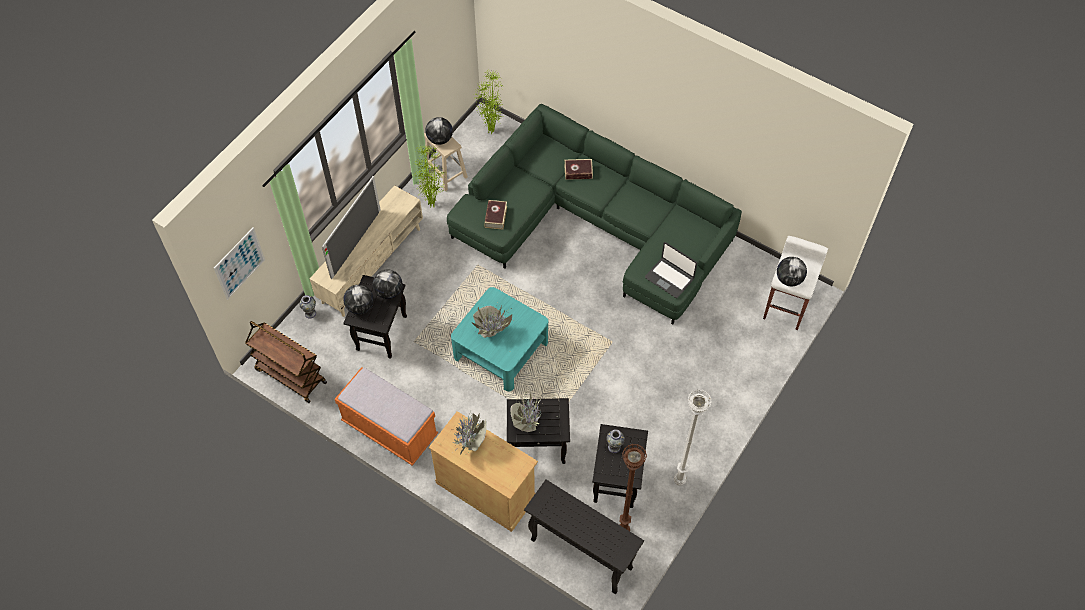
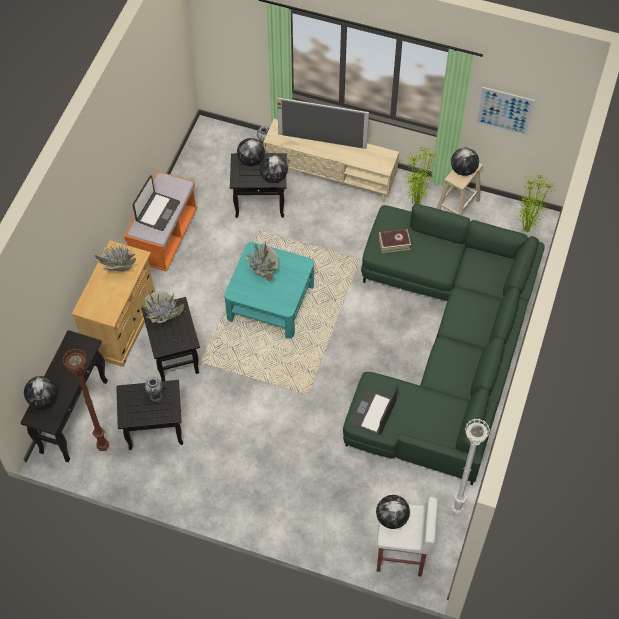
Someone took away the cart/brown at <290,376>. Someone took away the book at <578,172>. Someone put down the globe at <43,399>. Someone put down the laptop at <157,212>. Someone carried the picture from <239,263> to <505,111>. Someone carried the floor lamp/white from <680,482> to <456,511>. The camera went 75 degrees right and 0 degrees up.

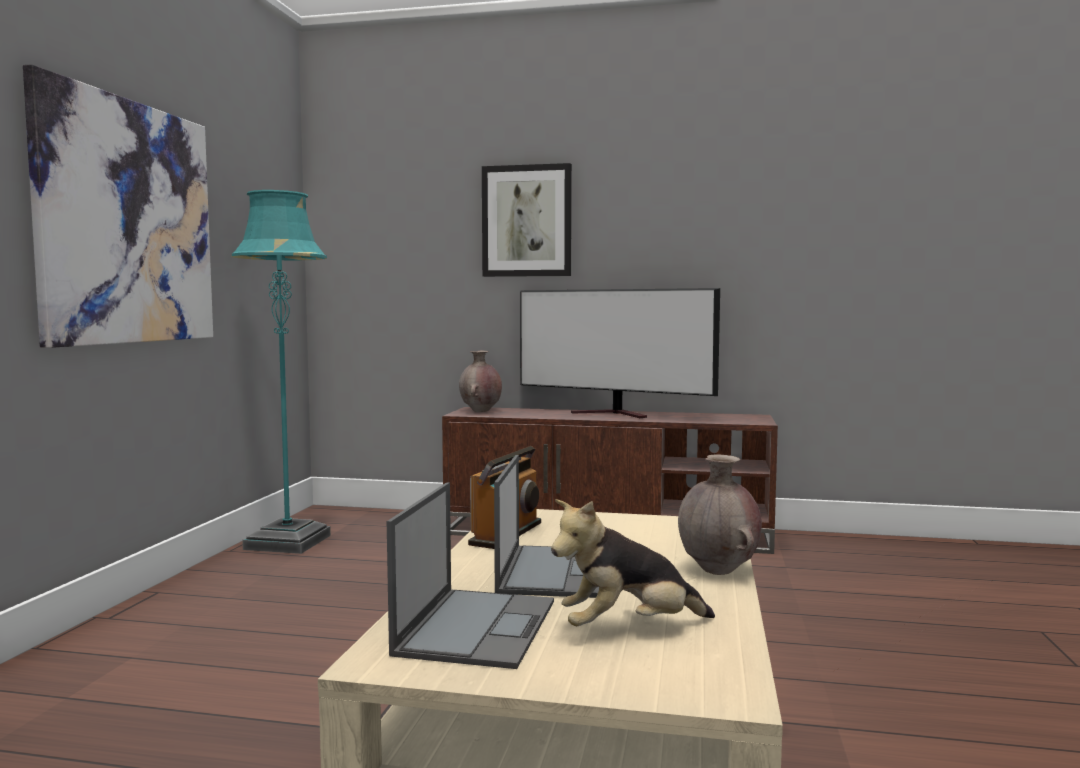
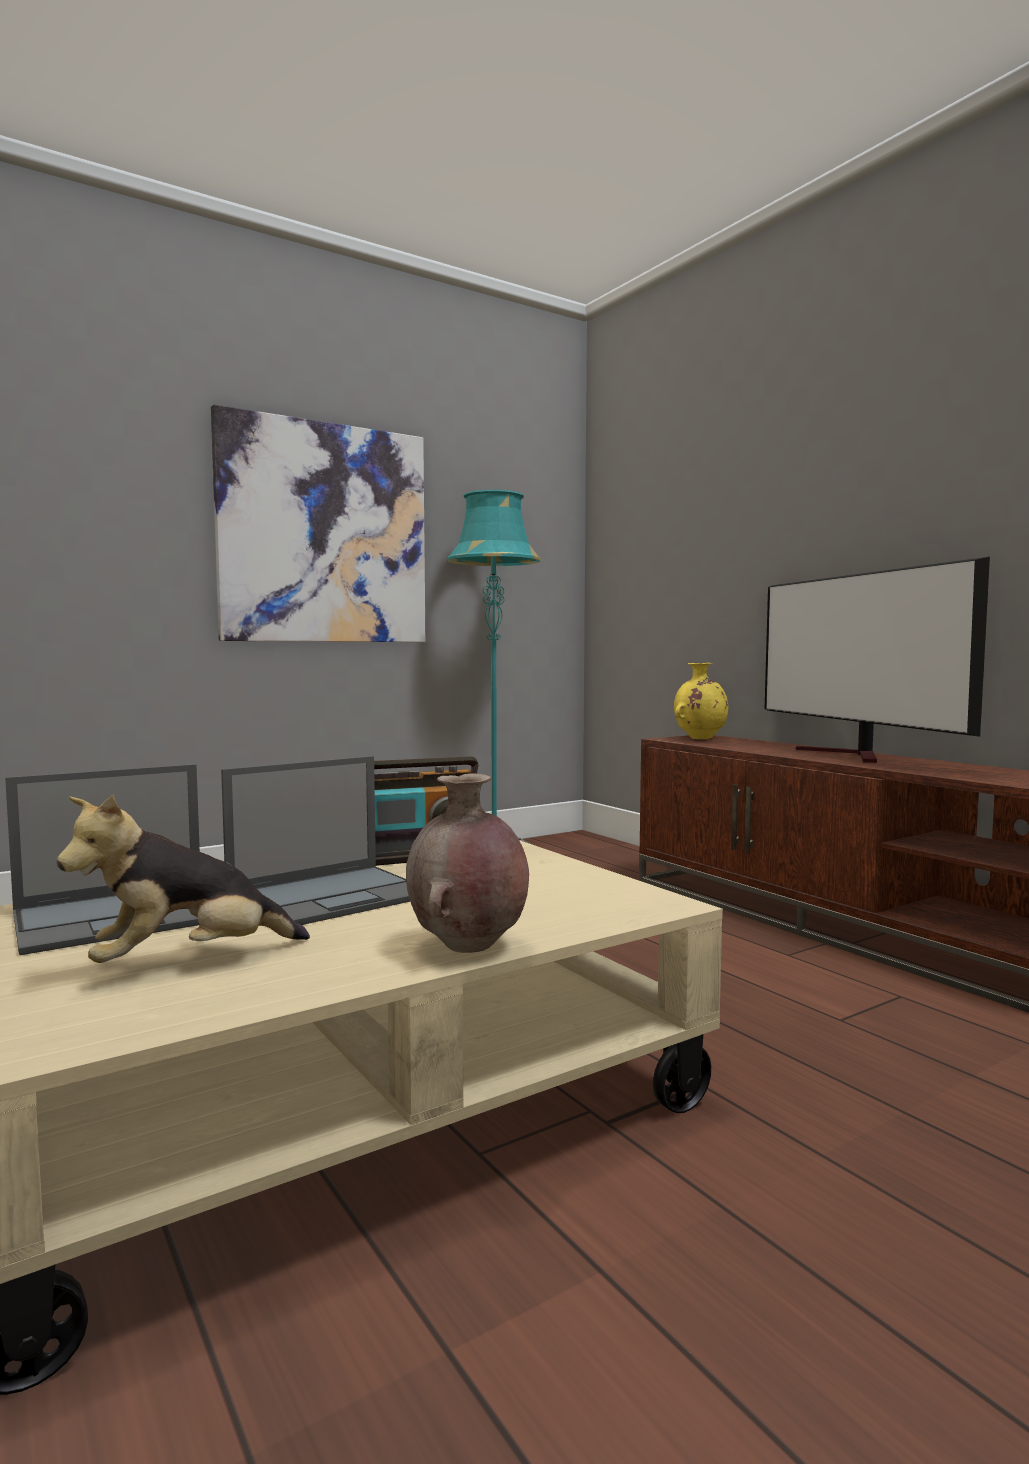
Someone took away the picture at <527,221>. Someone repainted the vase/brown at <480,411>, which became the vase/yellow at <700,738>. Someone rotated the plush toy at <628,629> by 60 degrees counterclockwise. The camera went 45 degrees right and 0 degrees up.

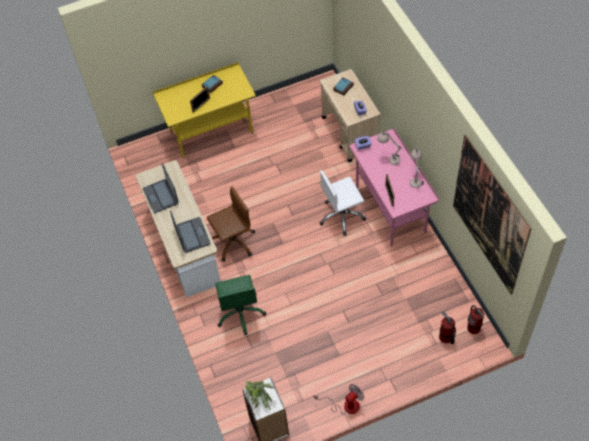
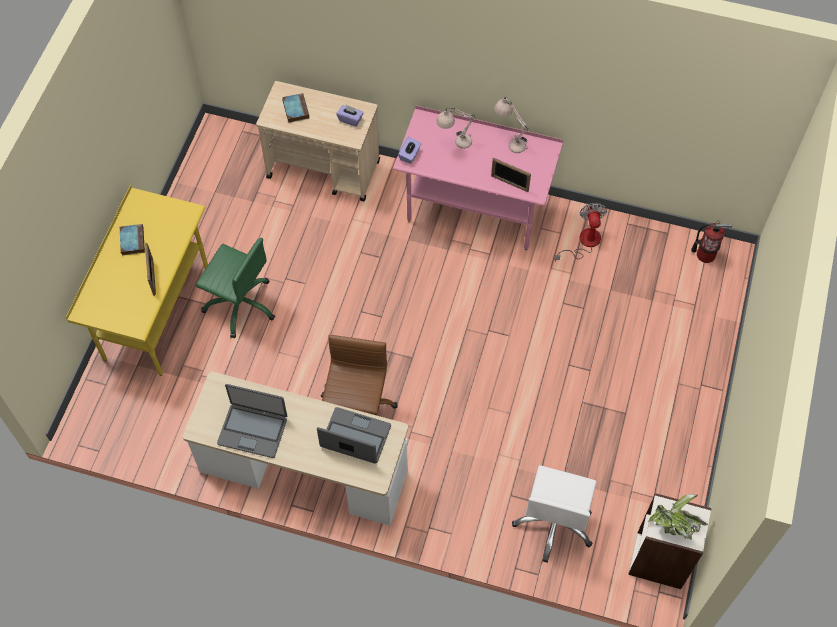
Someone took away the fire extinguisher at <445,337>. Someone took away the picture at <489,216>. Someone carried the office chair/green from <240,313> to <240,304>. Someone carried the fan from <345,405> to <584,242>. Someone carried the office chair/white from <342,216> to <554,523>. The camera went 55 degrees left and 5 degrees up.

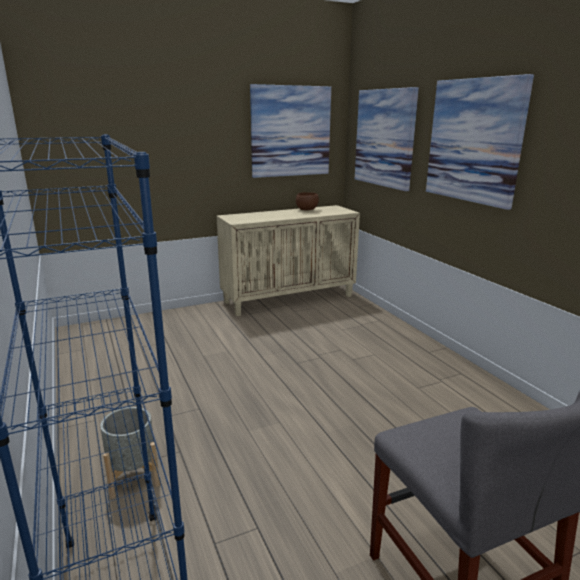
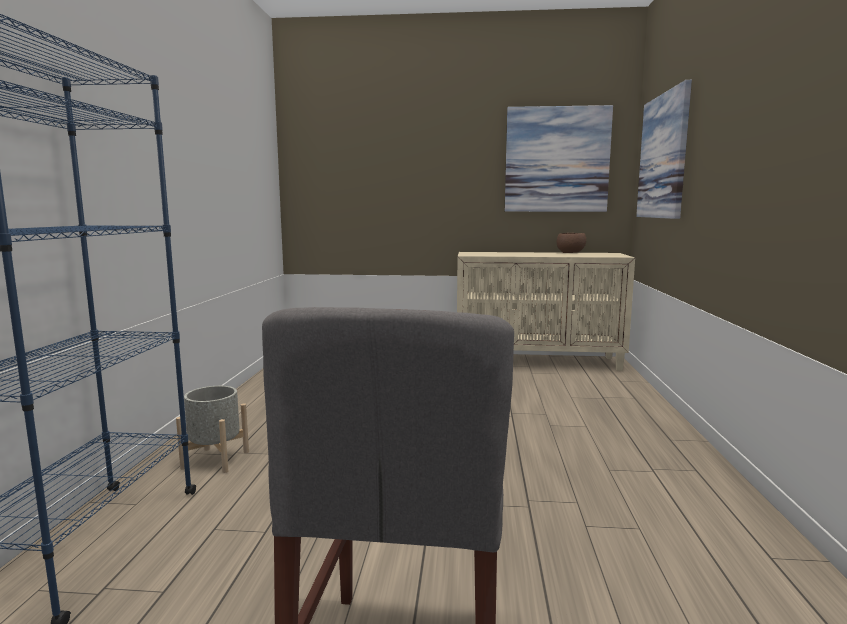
Someone took away the picture at <474,141>. The camera went 30 degrees right and 10 degrees down.

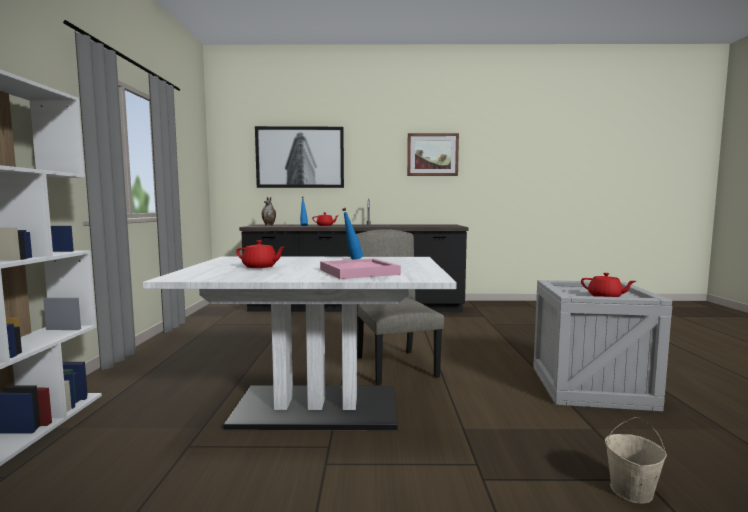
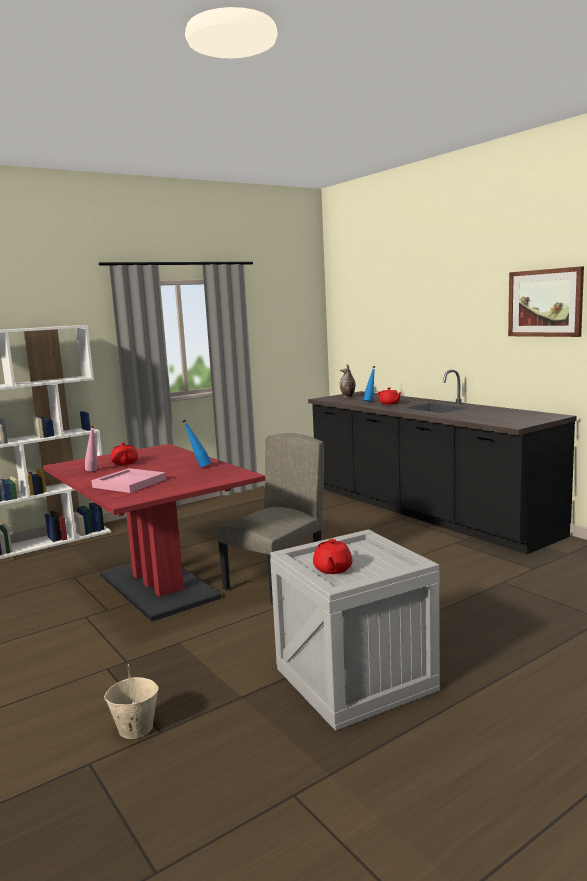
Someone took away the picture at <300,157>. Someone put down the bottle/pink at <93,471>. Someone repainted the dining table/white at <317,408>, which became the dining table/red at <158,586>. The camera went 55 degrees right and 5 degrees up.

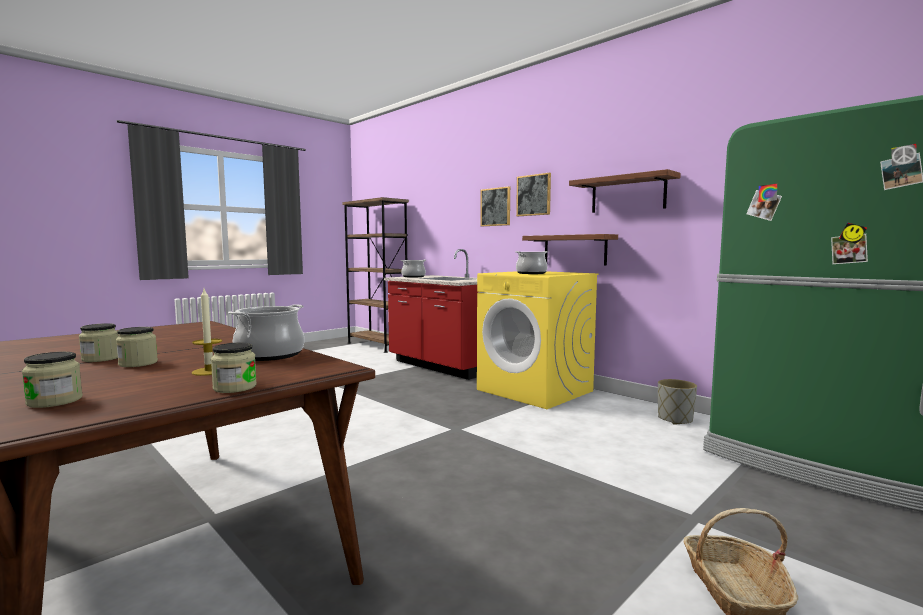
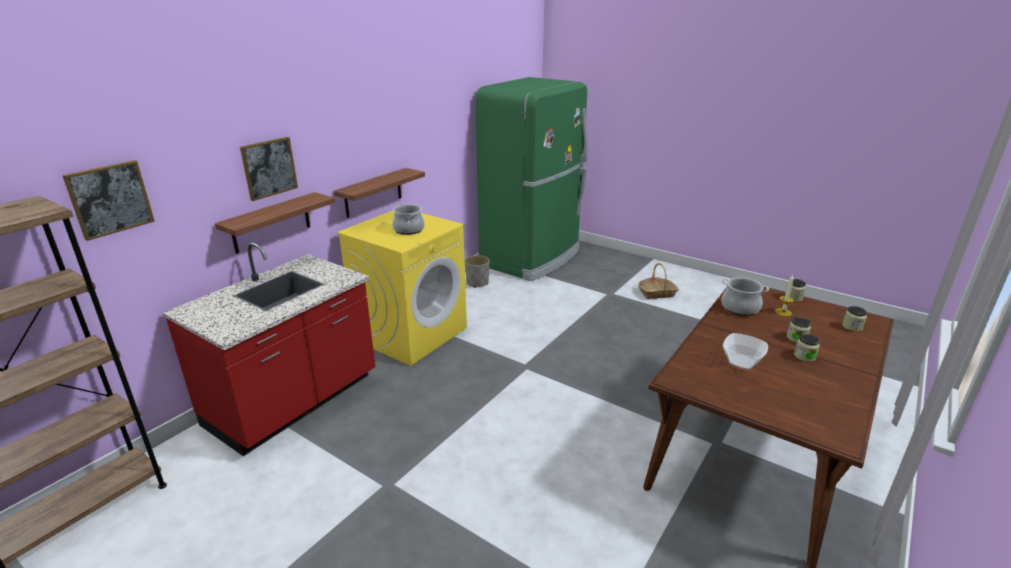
Someone took away the cooking pot at <413,276>. Someone put down the bowl at <742,363>. Someone carried the picture from <534,195> to <110,199>. Someone carried the shelf from <628,194> to <271,223>. The camera went 100 degrees left and 20 degrees up.

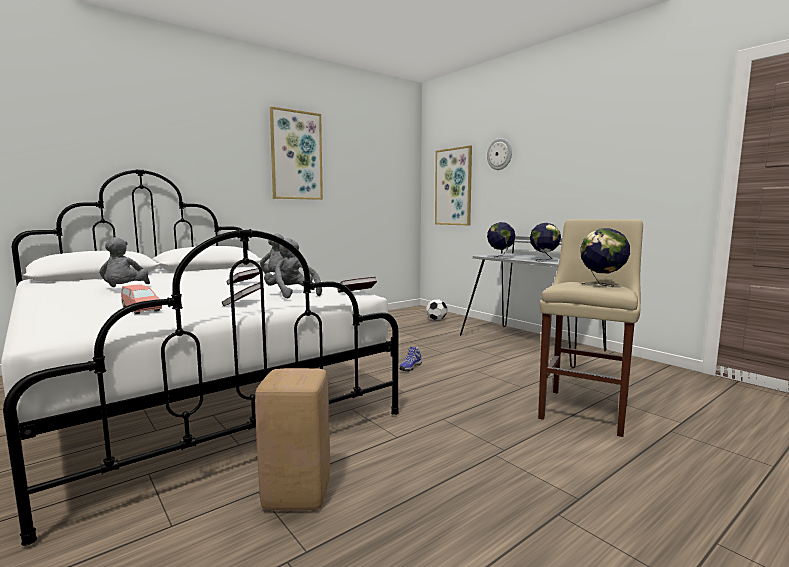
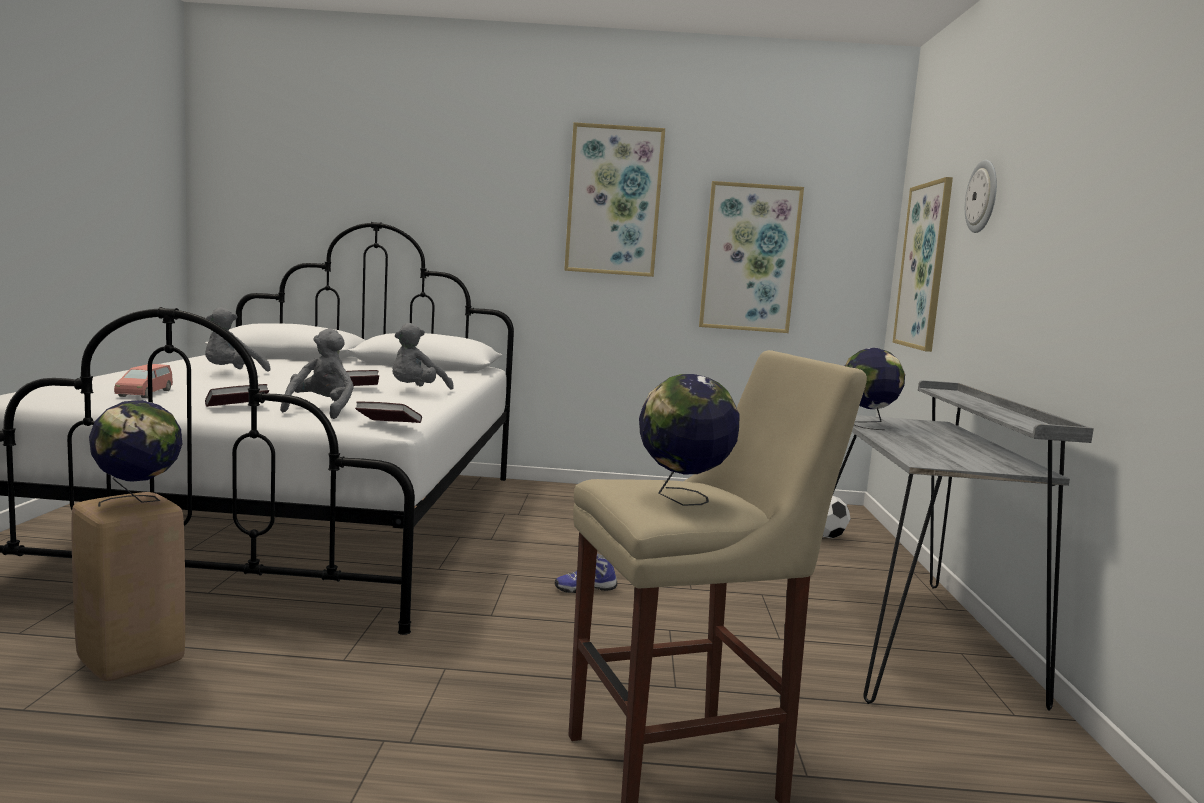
Someone put up the picture at <750,258>. Someone carried the globe from <544,260> to <138,501>. The camera went 40 degrees right and 0 degrees up.

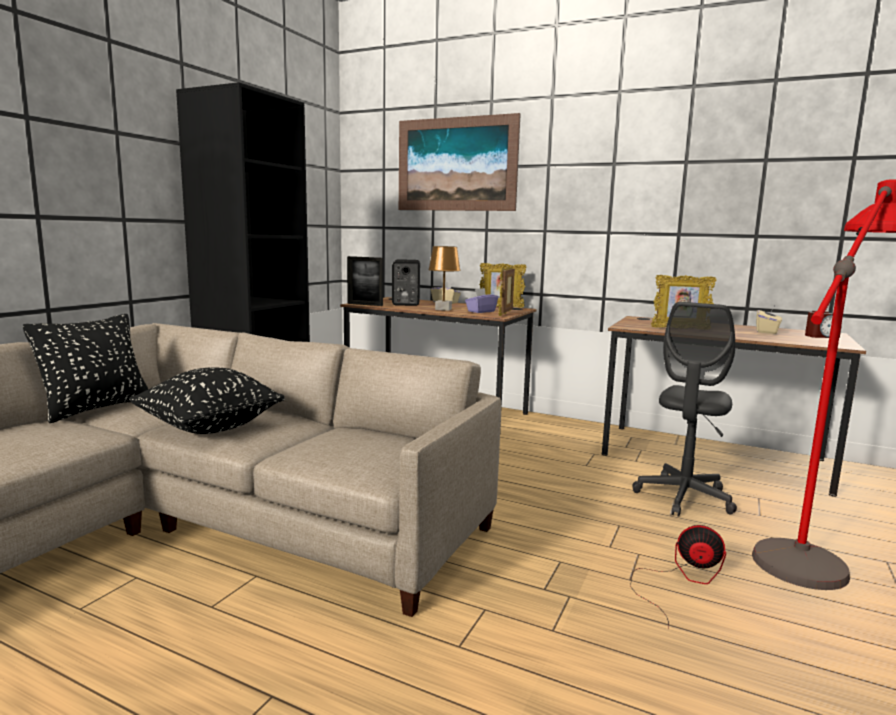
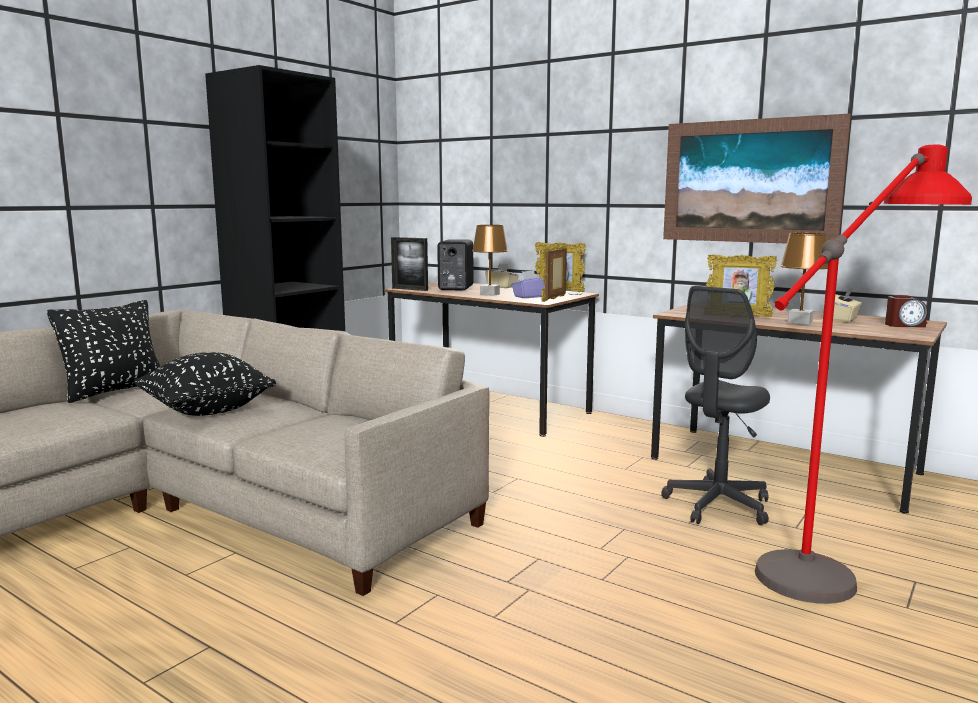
Someone took away the fan at <680,580>. Someone put down the table lamp/brown at <800,322>. Someone carried the picture from <456,164> to <750,181>. The camera went 10 degrees right and 0 degrees up.

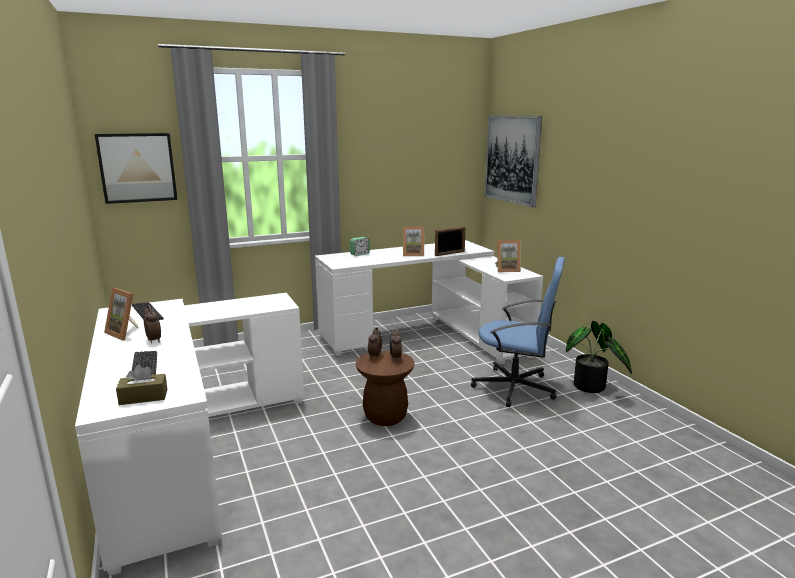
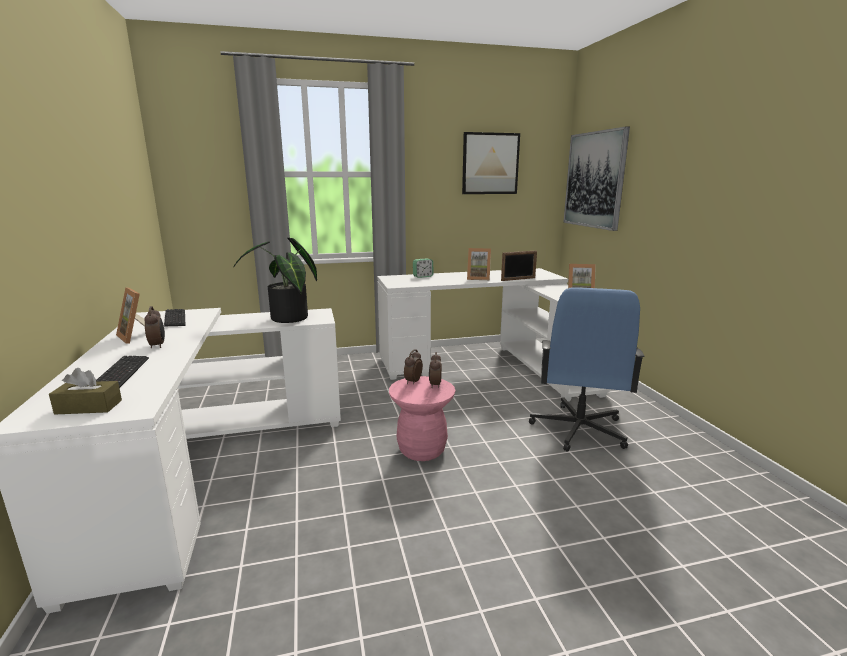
Someone carried the picture from <137,168> to <490,163>. Someone carried the potted plant from <591,388> to <288,319>. Someone repainted the stool/brown at <385,416>, which became the stool/pink at <422,450>. Someone rotated the office chair/blue at <515,387> by 75 degrees clockwise. The camera went 10 degrees right and 0 degrees up.

